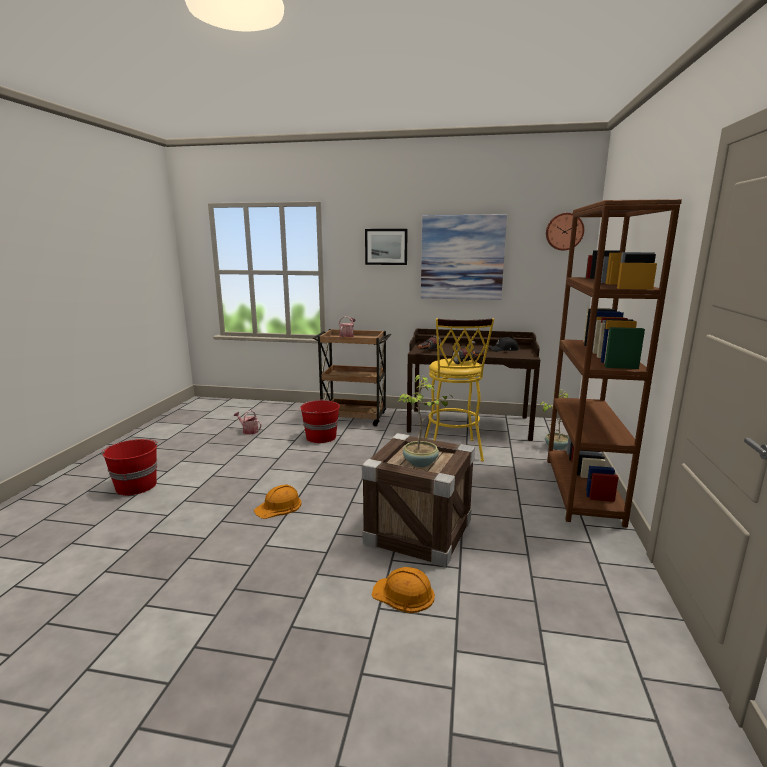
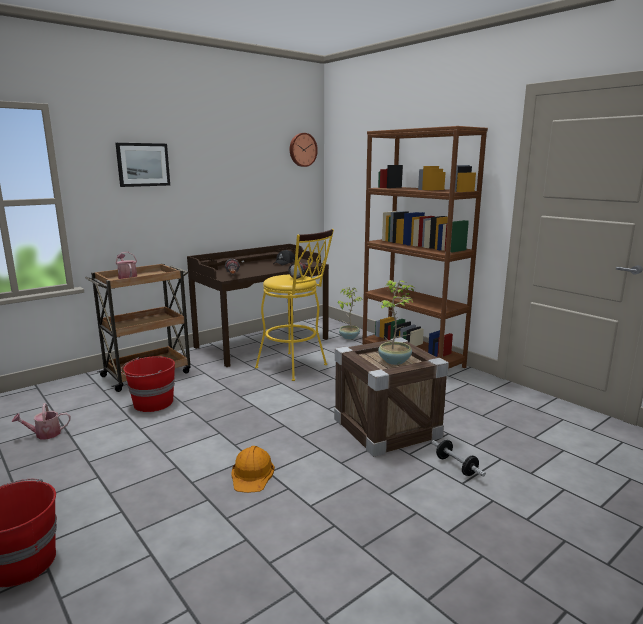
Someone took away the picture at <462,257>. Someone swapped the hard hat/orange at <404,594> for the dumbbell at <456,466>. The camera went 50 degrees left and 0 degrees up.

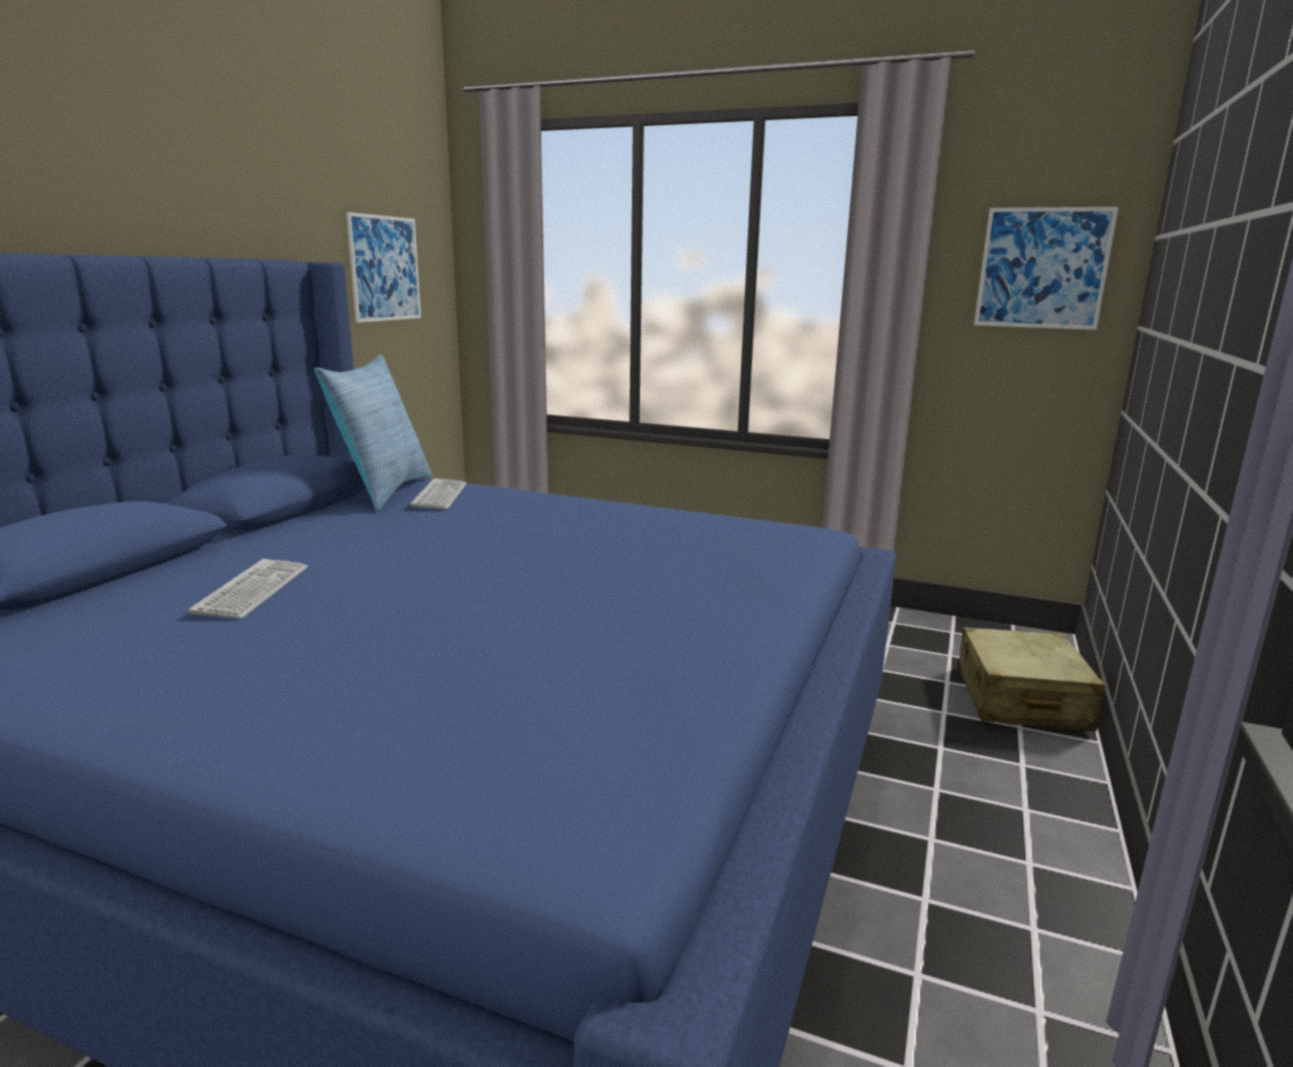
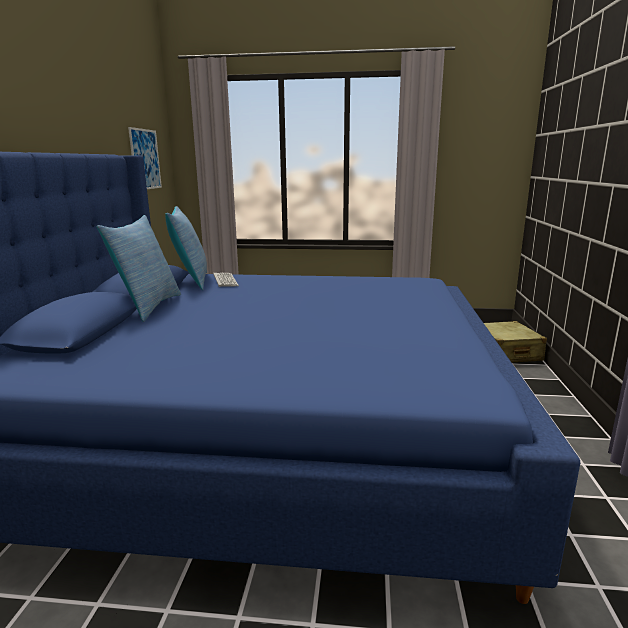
Someone took away the keyboard at <253,590>. Someone took away the picture at <1042,268>. Someone put down the pillow at <147,307>. The camera went 15 degrees left and 0 degrees up.

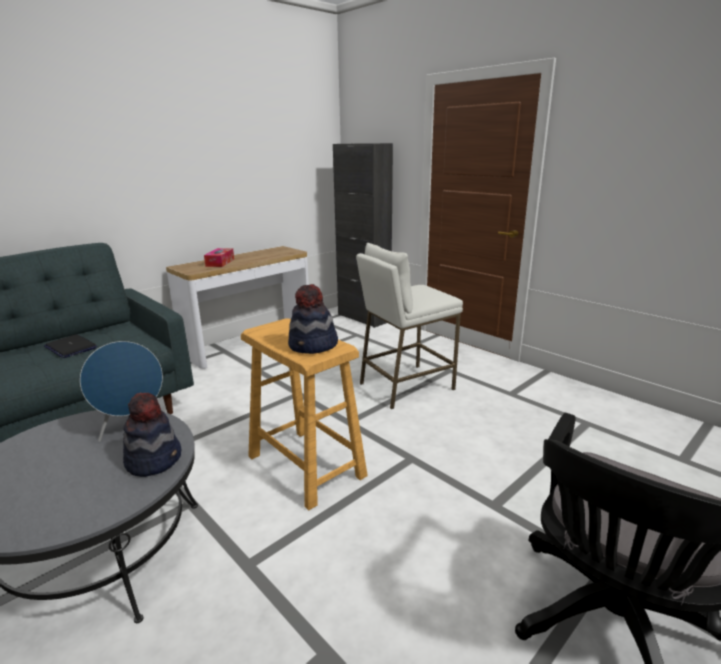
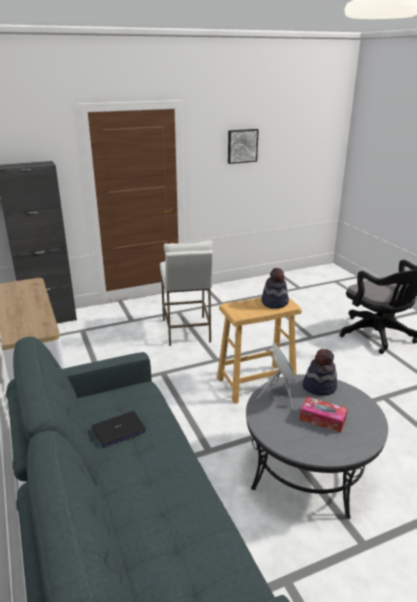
Someone put up the picture at <242,146>. Someone carried the tissue box from <220,262> to <322,419>. The camera went 70 degrees left and 5 degrees up.

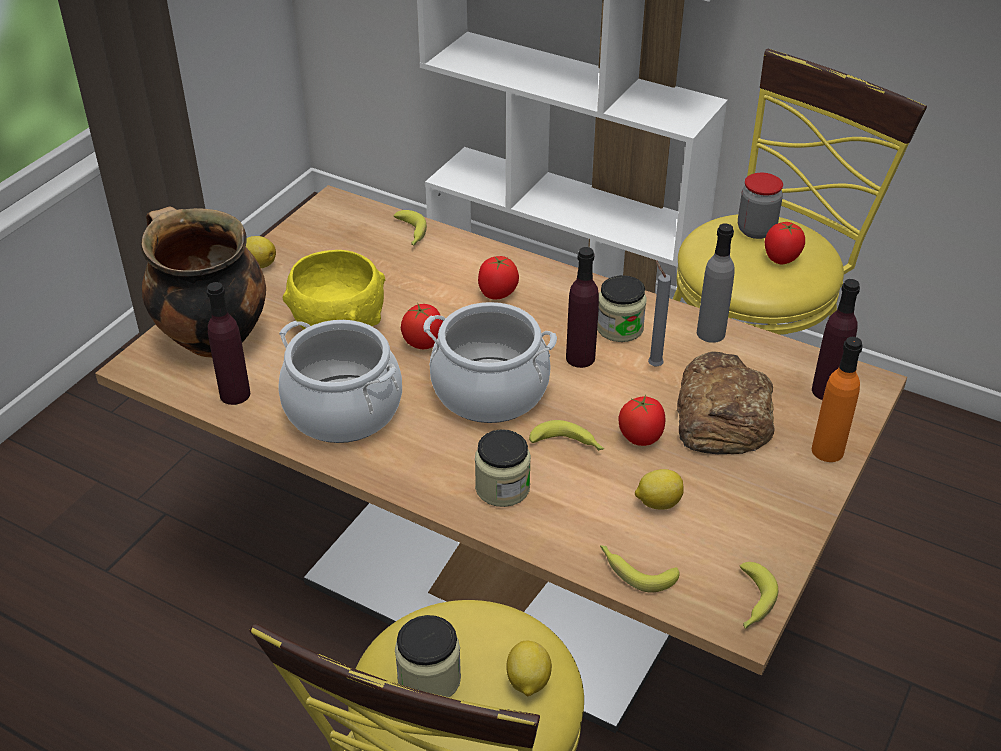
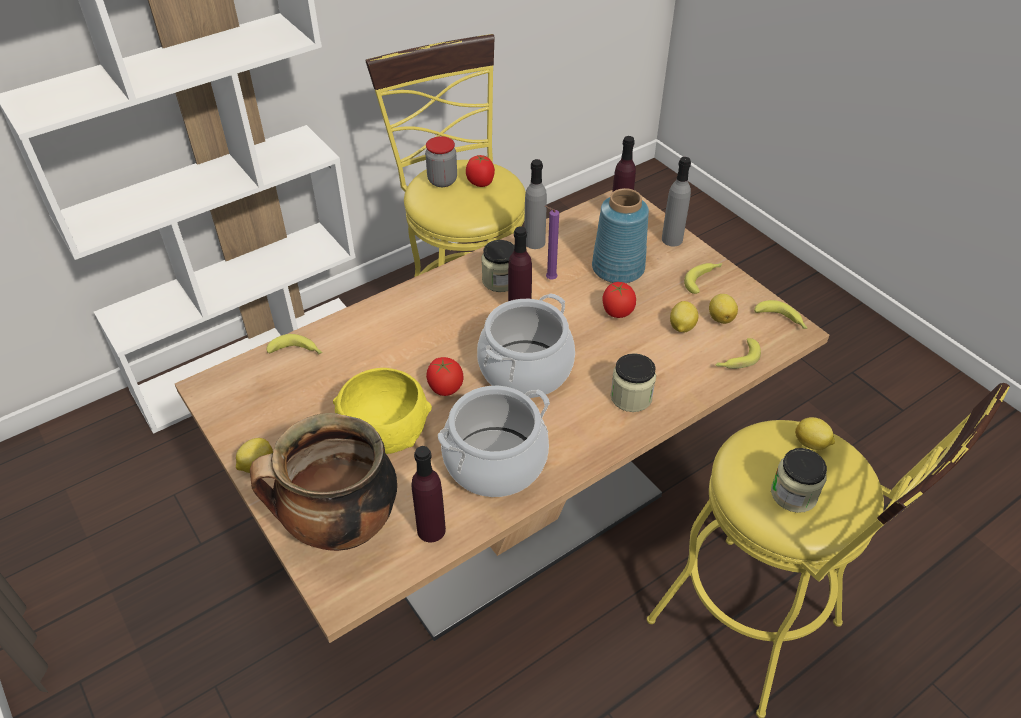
Someone took away the tomato at <497,293>. Someone put down the lemon at <720,317>. Someone carried the banana from <568,445> to <703,279>. Someone swapped the bread at <722,415> for the vase/blue at <617,269>. Someone repainted the candle/grey at <653,365>, which became the candle/purple at <549,279>. Someone repainted the bottle/orange at <827,450>, which became the bottle/grey at <672,239>. The camera went 65 degrees left and 5 degrees up.

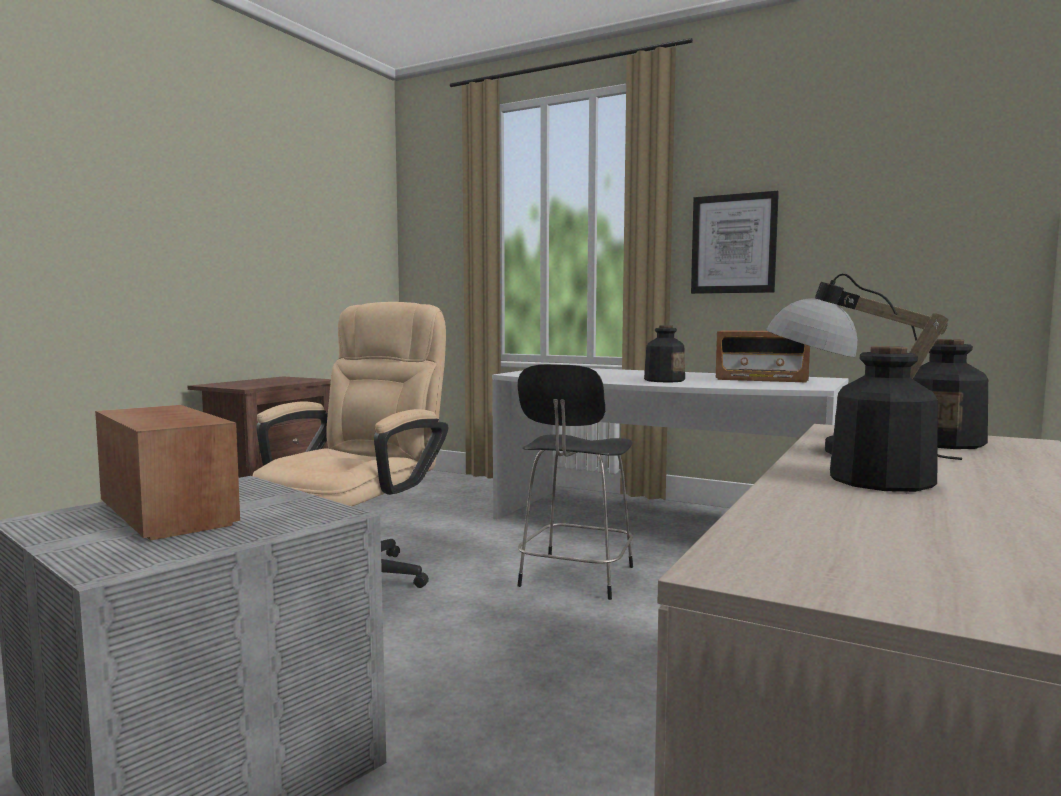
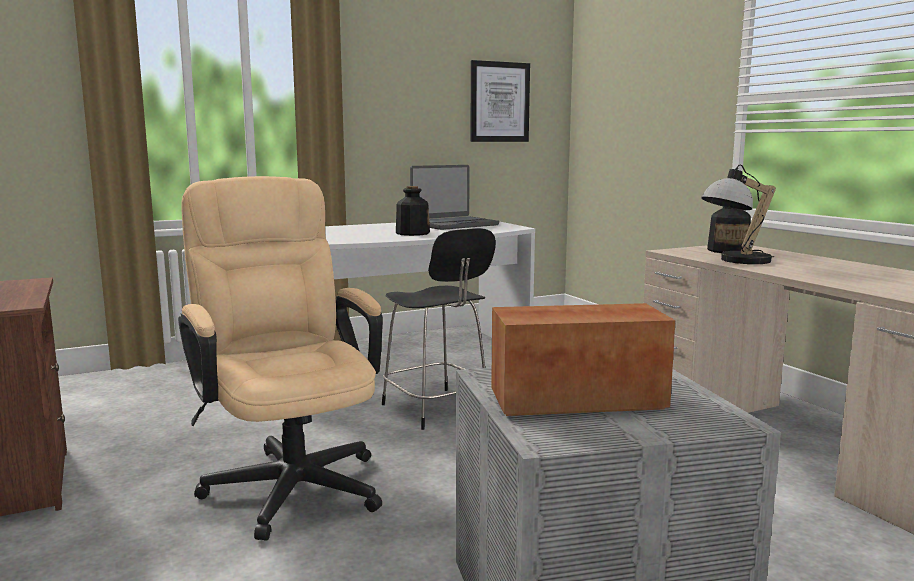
Someone took away the bottle at <879,481>. Someone carried the picture from <733,244> to <499,102>. Someone swapped the radio at <761,379> for the laptop at <454,225>. The camera went 55 degrees left and 5 degrees up.

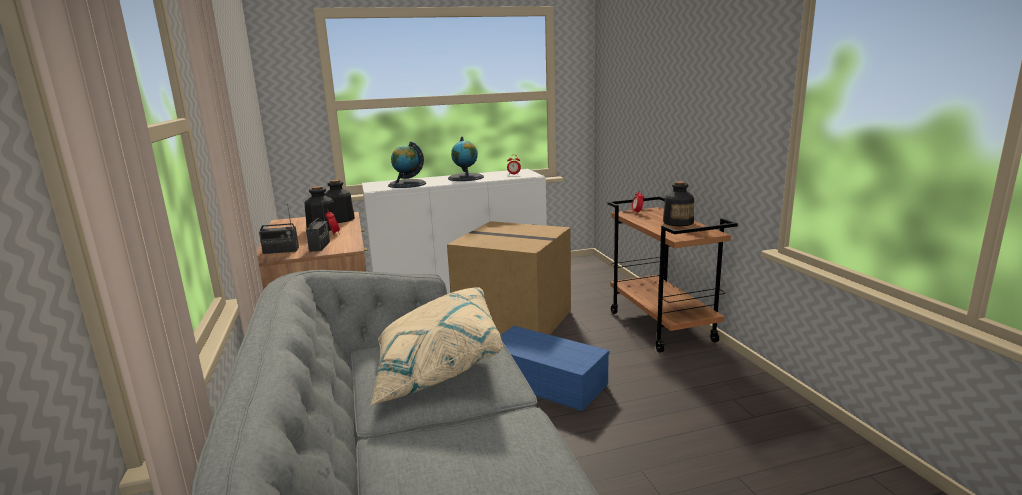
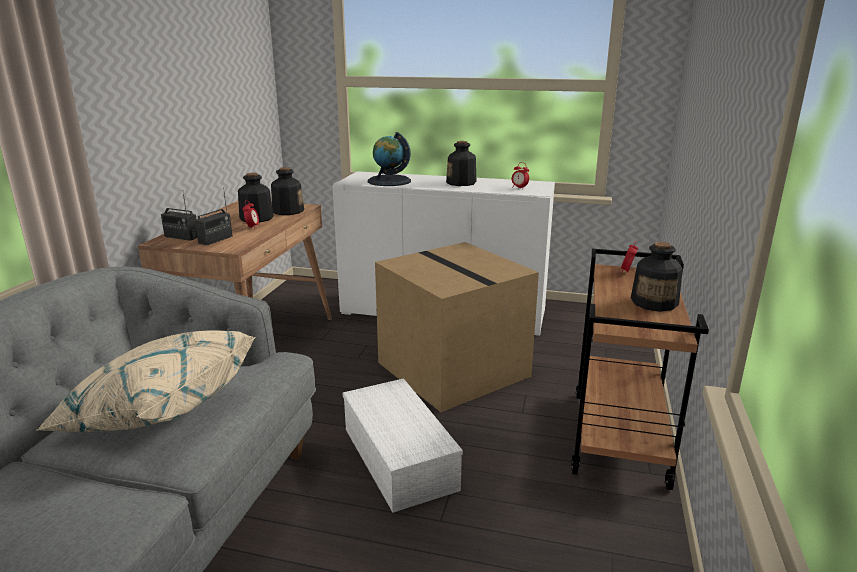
Someone swapped the globe at <466,177> for the bottle at <461,183>. Someone repainted the storage box/blue at <548,381>, which became the storage box/white at <401,459>. The camera went 30 degrees right and 5 degrees up.

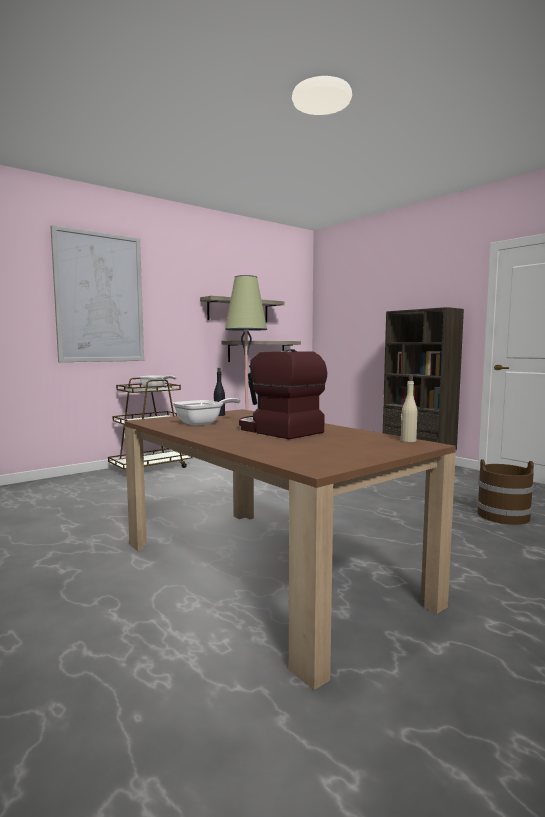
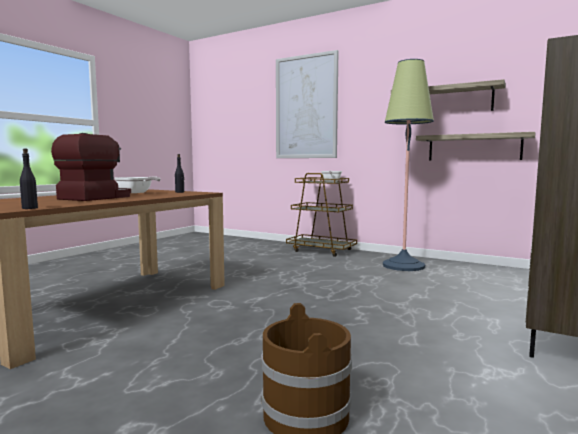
Someone repainted the bottle/beige at <408,440>, which became the bottle/black at <30,208>. The camera went 70 degrees right and 0 degrees up.

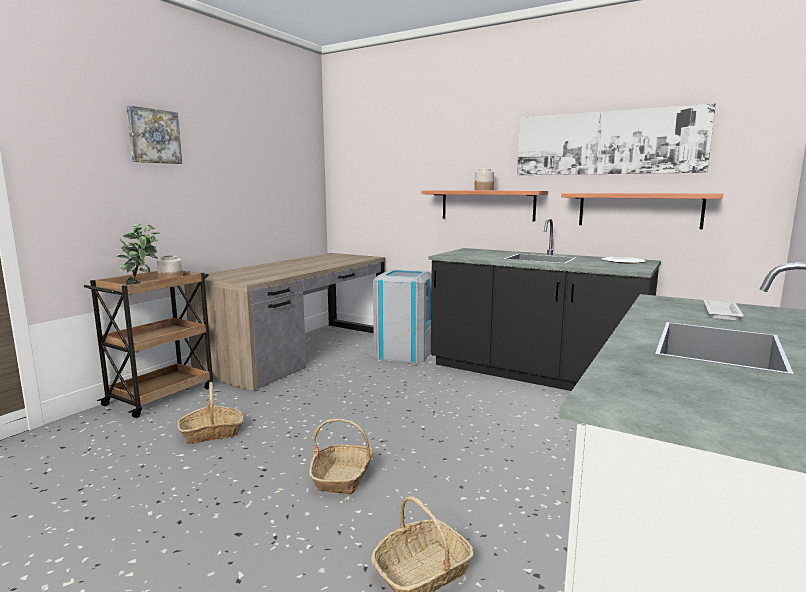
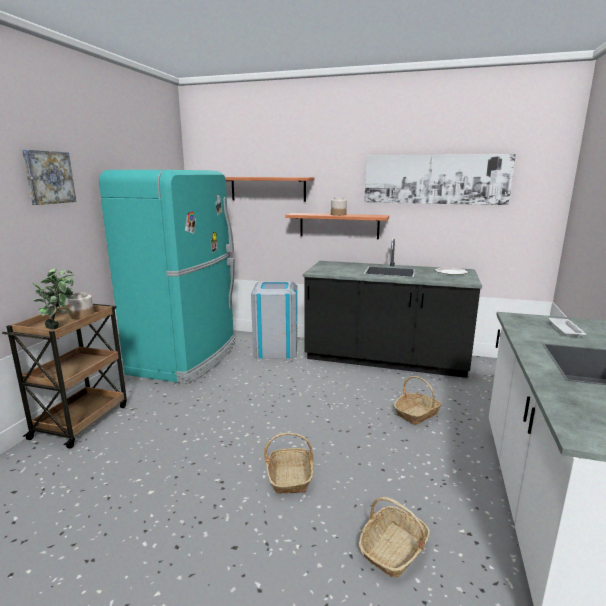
Someone carried the basket from <212,433> to <417,414>. Someone carried the shelf from <639,210> to <268,189>. Someone swapped the desk/brown at <300,352> for the fridge/turquoise at <187,358>. The camera went 15 degrees left and 5 degrees up.

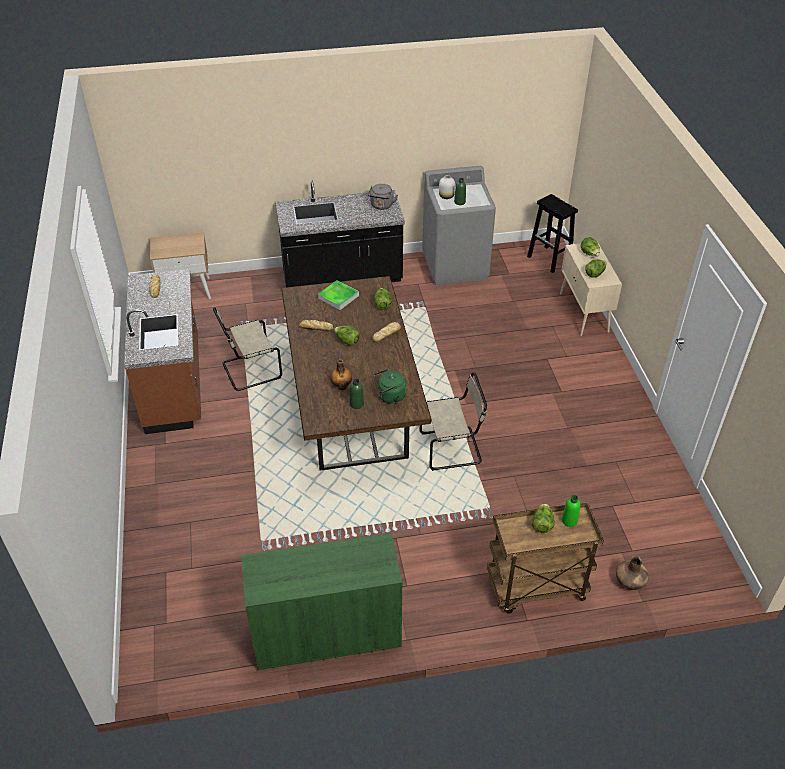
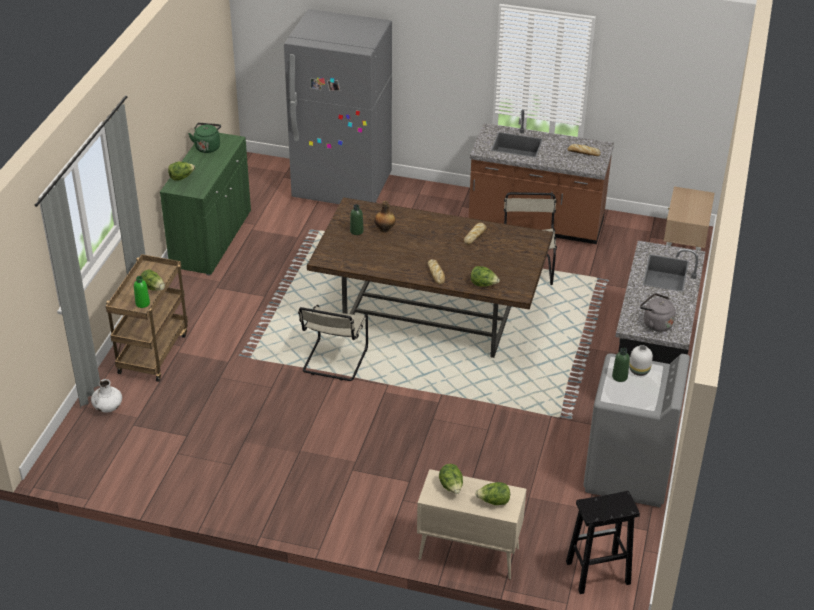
Someone took away the tray at <338,297>. Someone put down the fridge/grey at <342,188>. Someone carried the lettuce from <347,341> to <181,177>. Someone carried the kettle/green from <390,396> to <207,147>. Someone repainted the vase/brown at <629,582>, which became the vase/white at <108,408>. The camera went 115 degrees right and 5 degrees down.

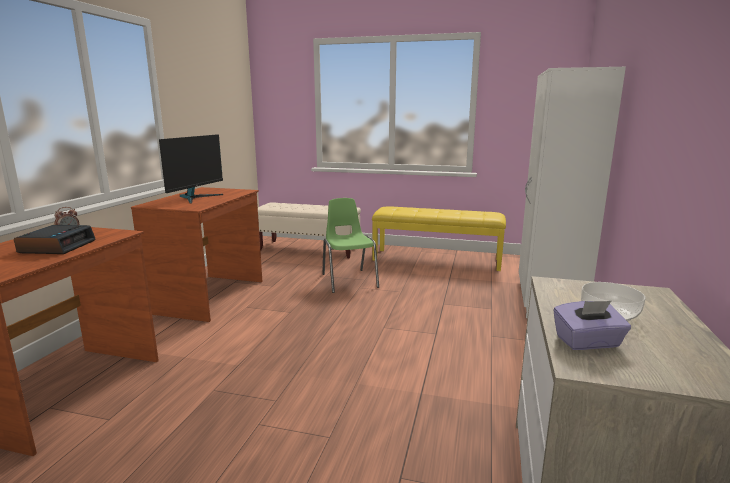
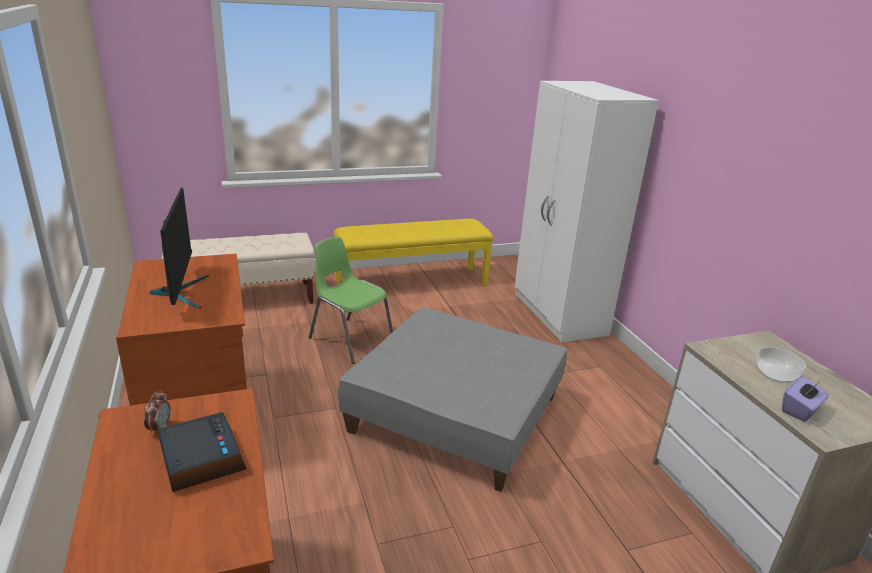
Someone put down the ottoman/grey at <456,413>. The camera went 35 degrees left and 10 degrees up.

